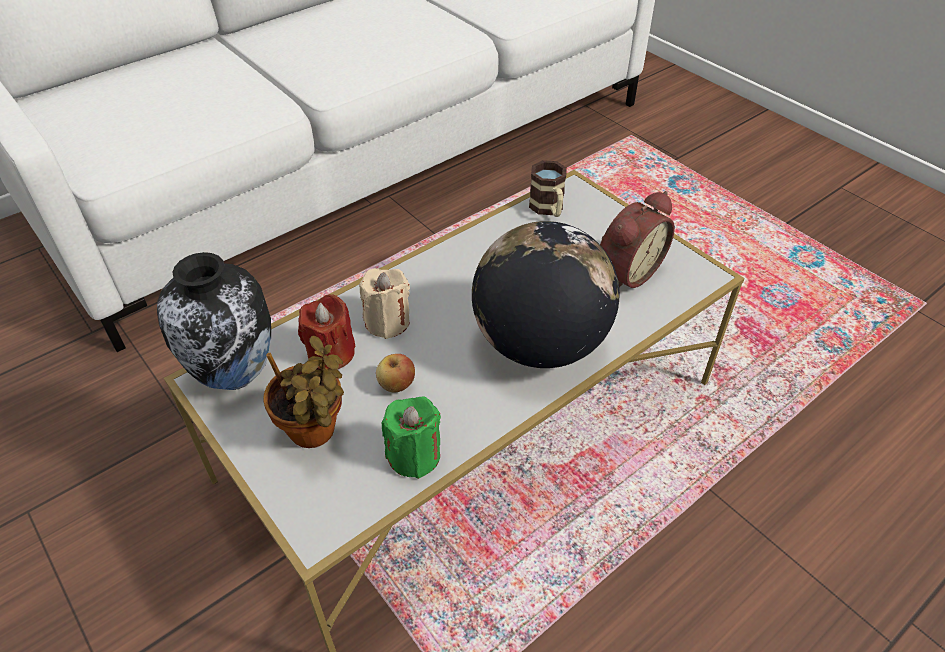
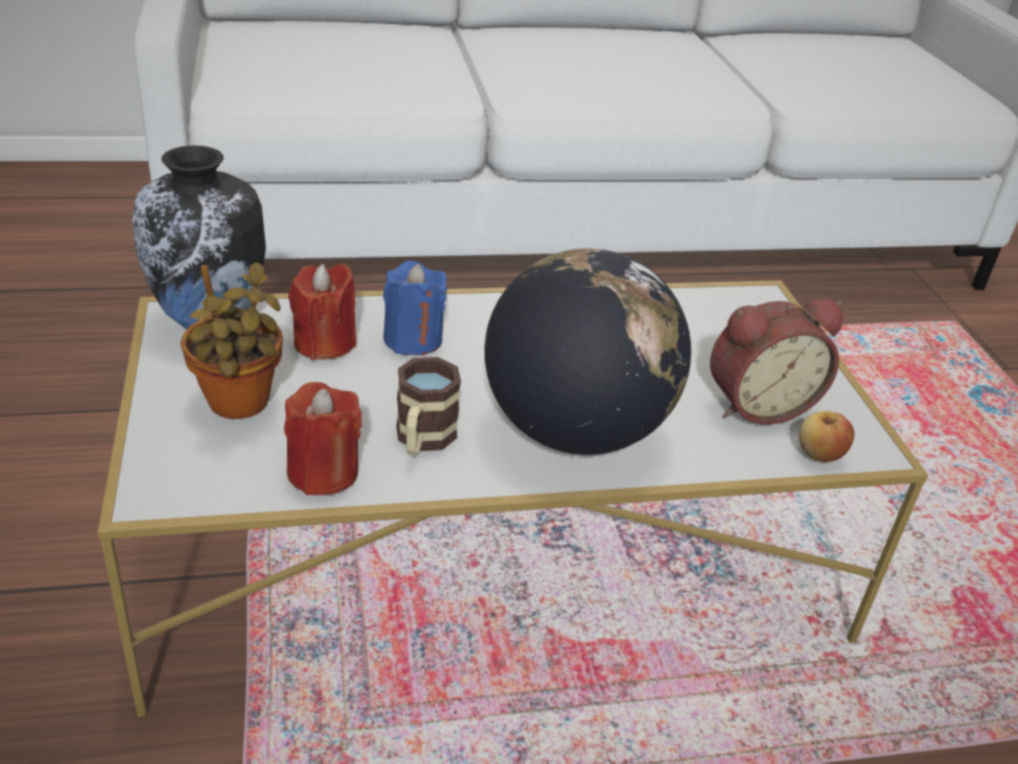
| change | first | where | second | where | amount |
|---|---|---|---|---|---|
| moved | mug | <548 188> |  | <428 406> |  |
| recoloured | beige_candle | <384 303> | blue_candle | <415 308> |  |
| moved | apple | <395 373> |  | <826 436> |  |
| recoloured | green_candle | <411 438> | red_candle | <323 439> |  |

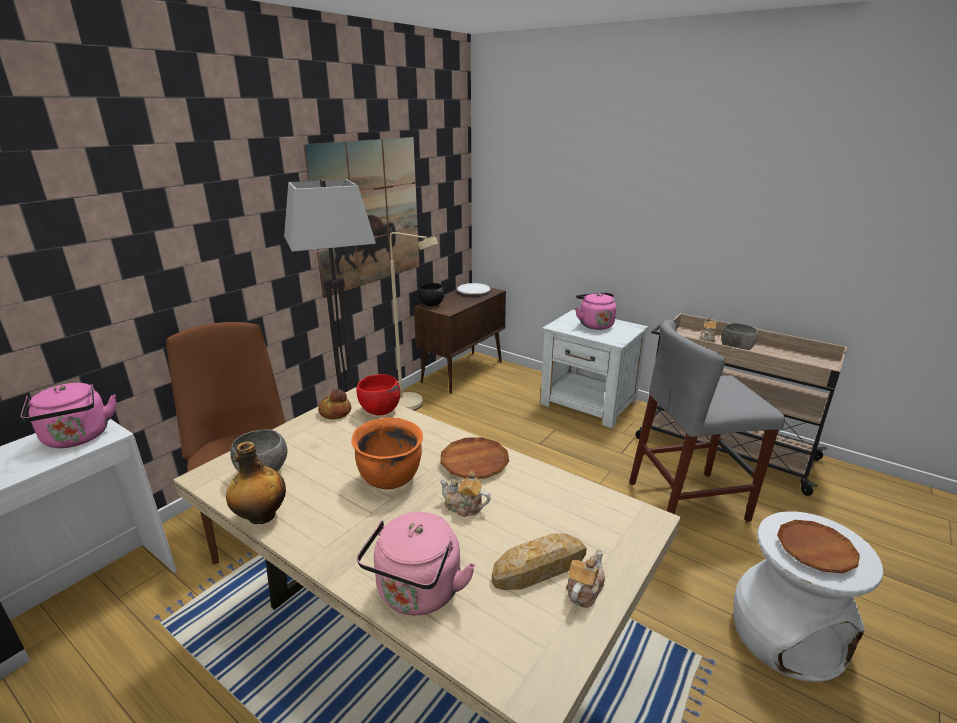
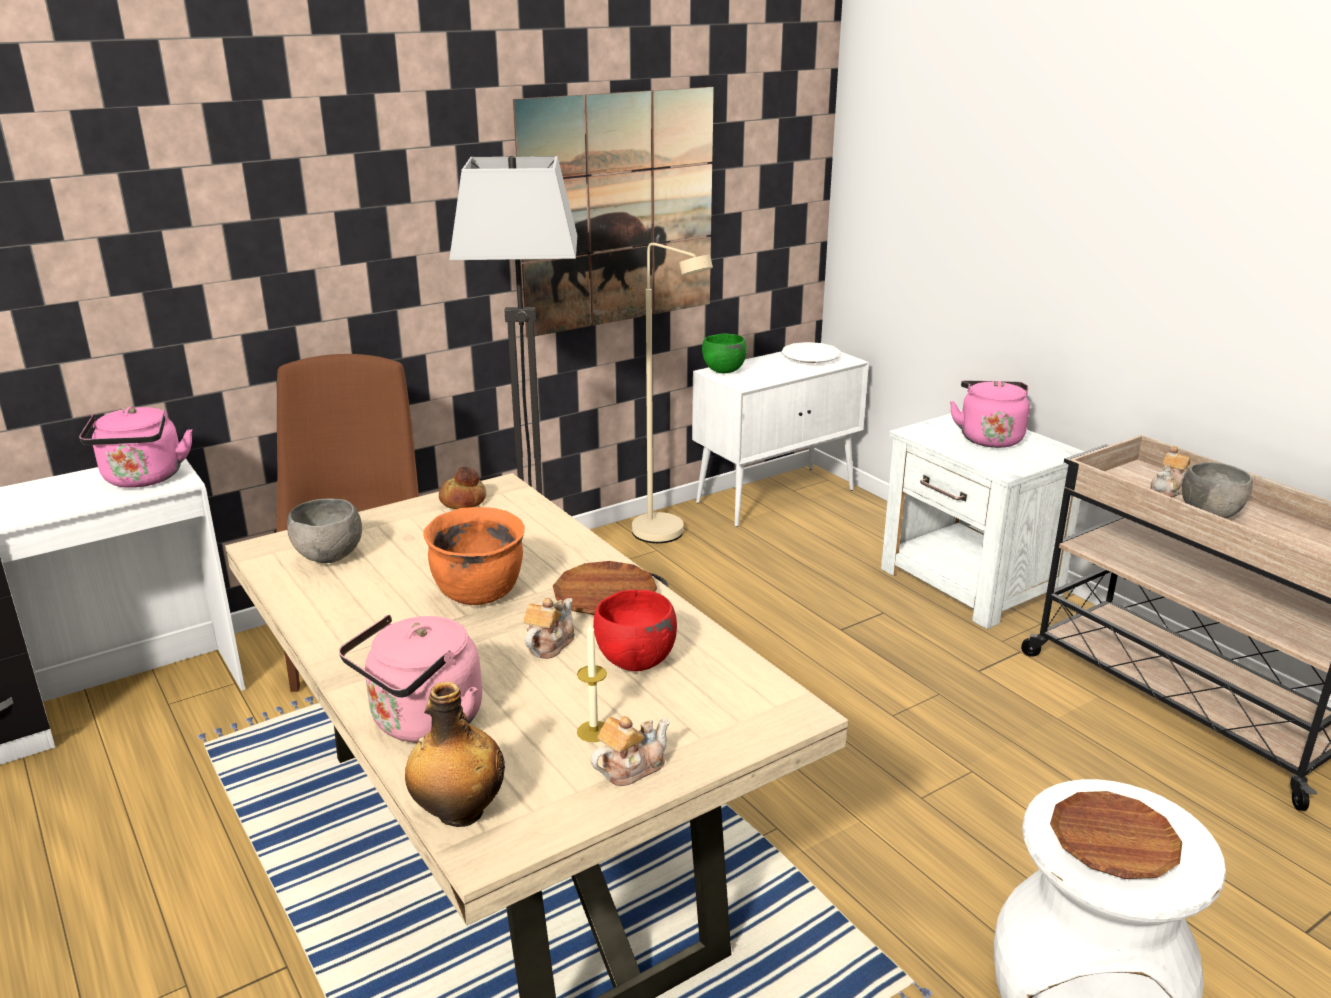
| change | first | where | second | where | amount |
|---|---|---|---|---|---|
| recoloured | black_bowl | <431 294> | green_bowl | <724 353> |  |
| recoloured | brown_cabinet | <460 341> | white_cabinet | <780 439> |  |
| removed | grey_stool | <707 421> |  |  |  |
| moved | red_bowl | <379 394> |  | <635 630> |  |
| moved | bottle | <256 482> |  | <455 754> |  |
| turned | teapot | <465 494> |  | <549 628> | 75 degrees clockwise |
| replaced | bread | <539 561> | candle | <592 683> |  |

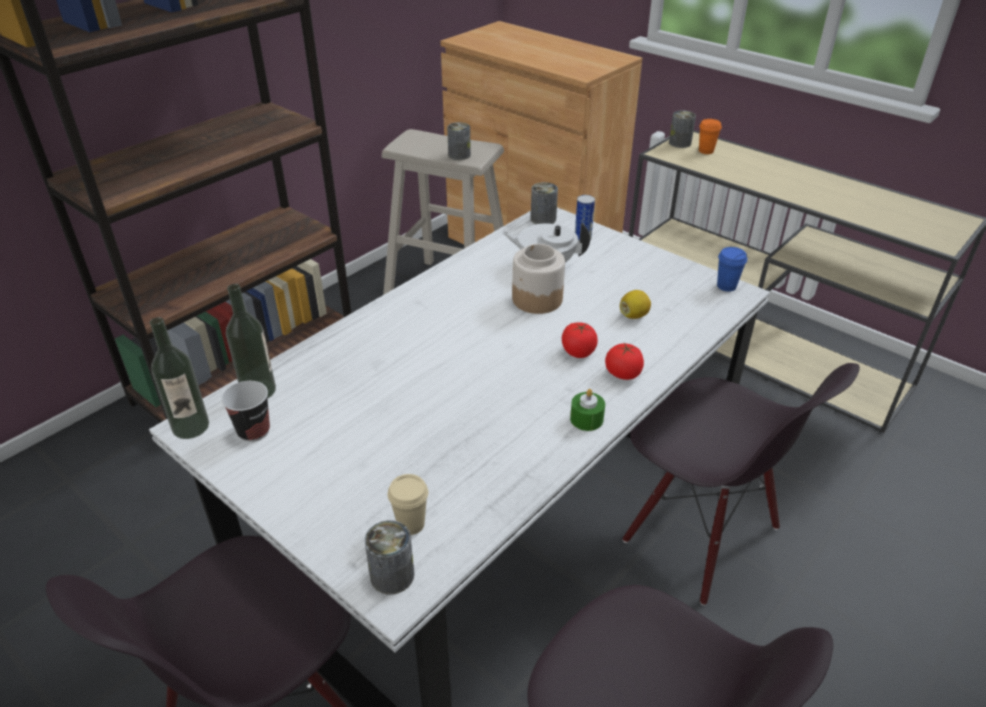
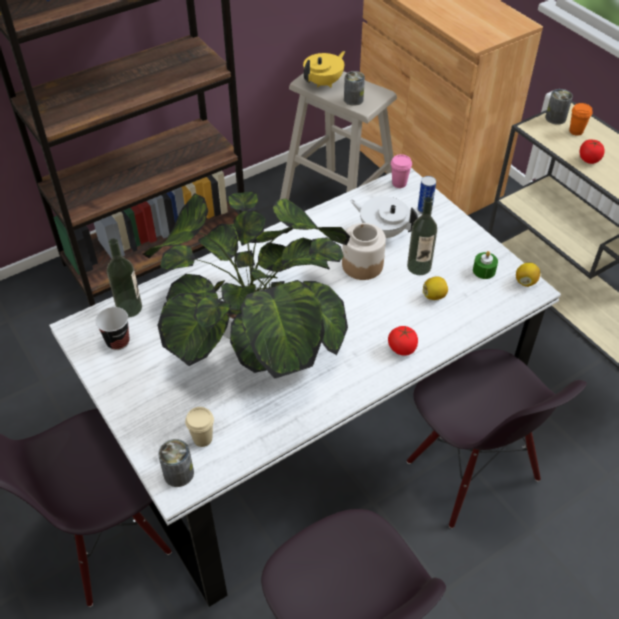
| change | first | where | second | where | amount |
|---|---|---|---|---|---|
| replaced | can | <544 203> | pink_cup | <401 171> |  |
| replaced | blue_cup | <732 269> | lemon | <528 275> |  |
| moved | bottle | <179 378> |  | <422 236> |  |
| moved | tomato | <580 340> |  | <592 151> |  |
| moved | green_candle | <587 410> |  | <485 265> |  |
| added |  |  | yellow_teapot | <324 69> |  |
| added |  |  | potted_plant | <246 285> |  |

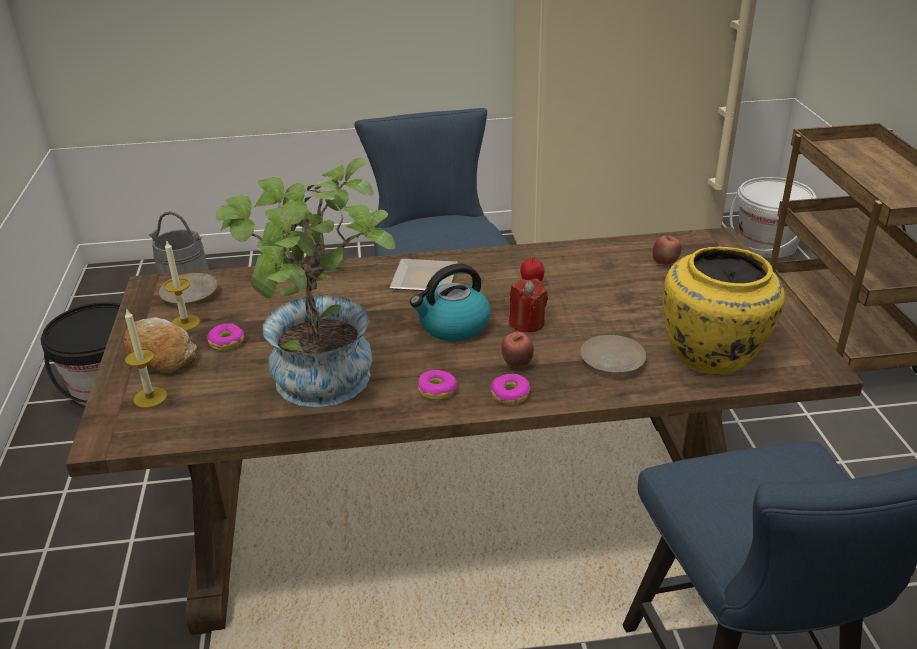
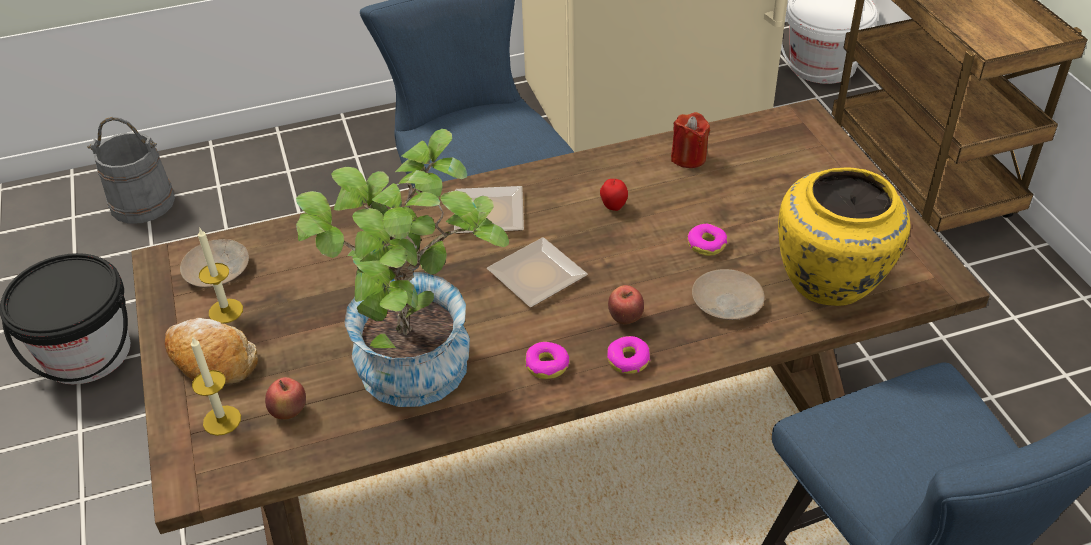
| change | first | where | second | where | amount |
|---|---|---|---|---|---|
| moved | apple | <667 249> |  | <285 398> |  |
| replaced | kettle | <450 302> | plate | <537 272> |  |
| moved | red_candle | <528 305> |  | <690 140> |  |
| moved | donut | <225 336> |  | <707 240> |  |

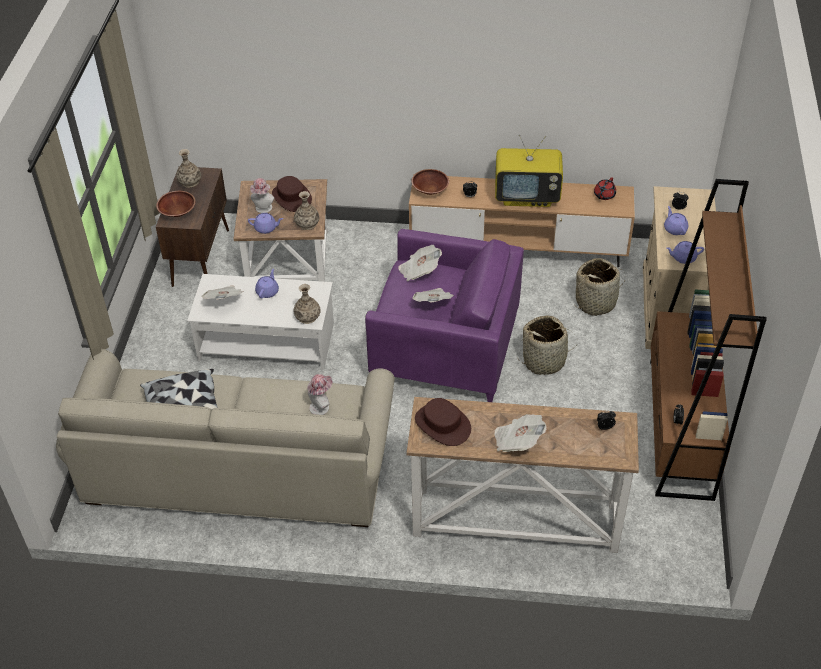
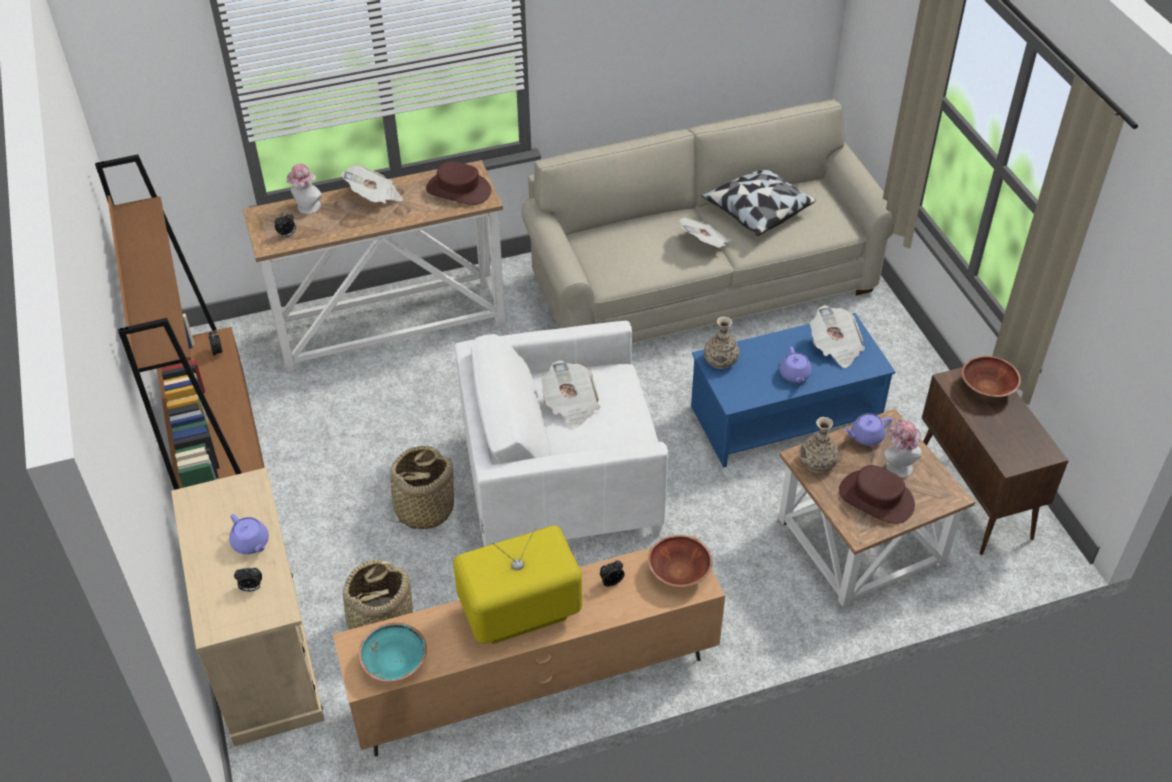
| change | first | where | second | where | amount |
|---|---|---|---|---|---|
| removed | vase | <188 168> |  |  |  |
| replaced | red_teapot | <605 188> | turquoise_bowl | <393 652> |  |
| recoloured | purple_armchair | <444 315> | white_armchair | <561 434> |  |
| removed | purple_teapot | <685 252> |  |  |  |
| moved | newspaper | <420 263> |  | <705 232> |  |
| recoloured | white_coffee_table | <260 322> | blue_coffee_table | <793 390> |  |
| moved | hat | <319 394> |  | <304 189> |  |

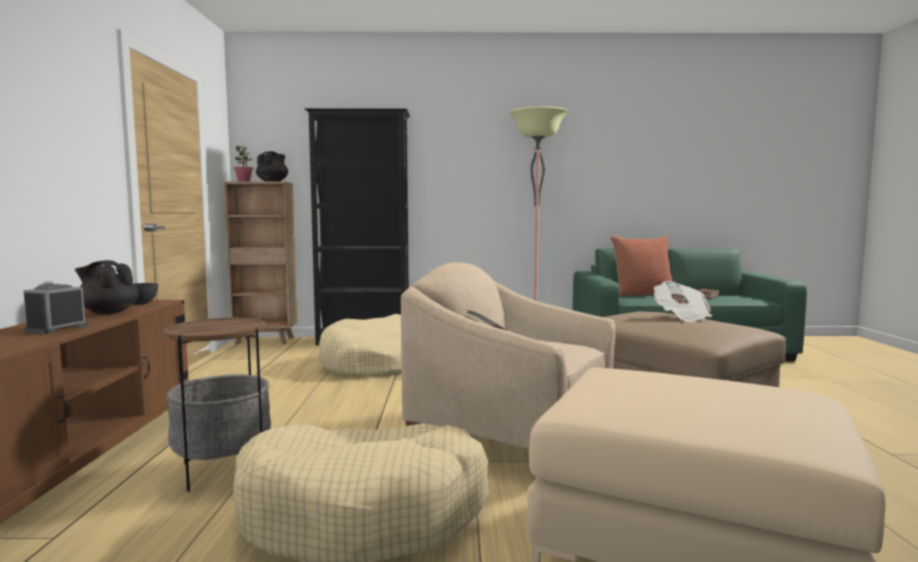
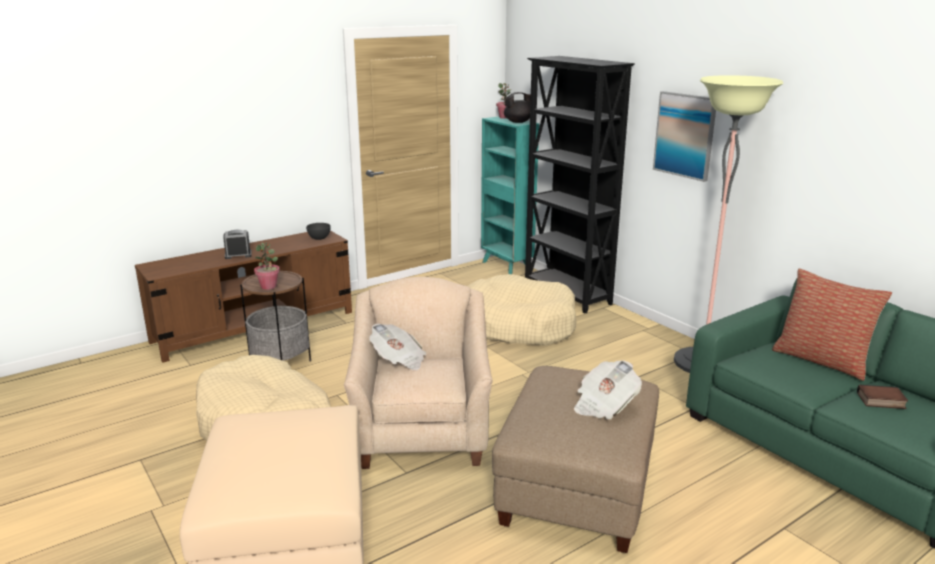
| change | first | where | second | where | amount |
|---|---|---|---|---|---|
| recoloured | brown_bookcase | <261 263> | turquoise_bookcase | <510 195> |  |
| removed | black_teapot | <107 287> |  |  |  |
| added |  |  | picture | <684 136> |  |
| added |  |  | potted_plant | <267 266> |  |

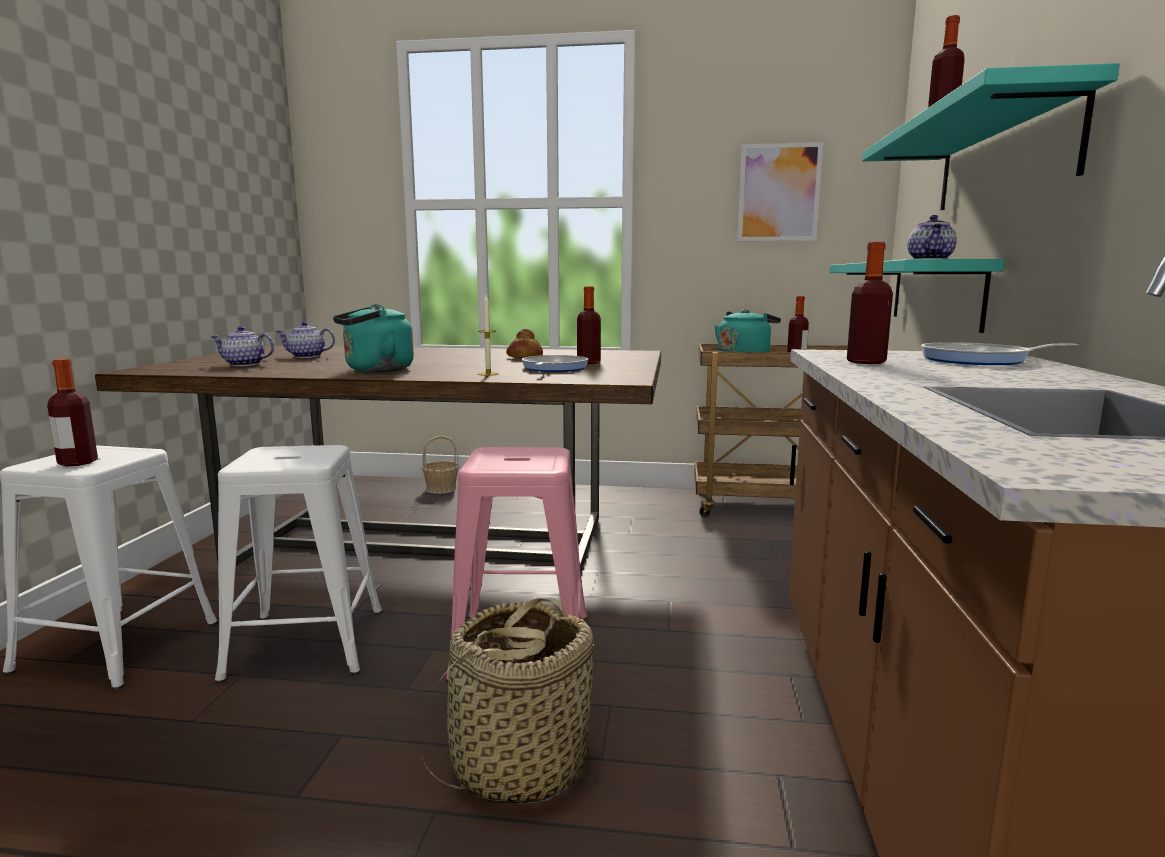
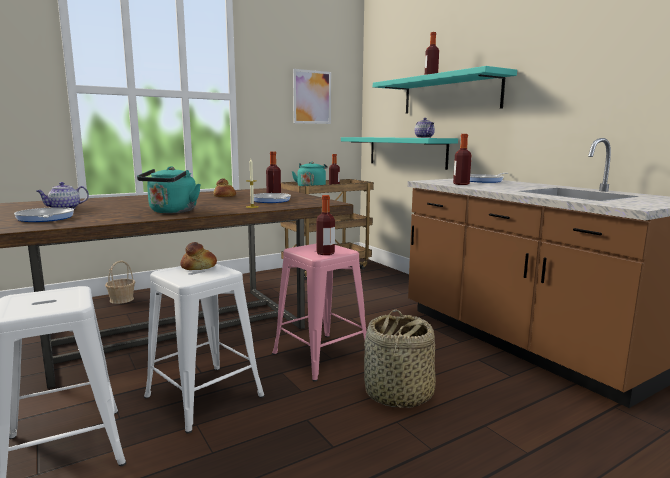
| change | first | where | second | where | amount |
|---|---|---|---|---|---|
| replaced | teapot | <242 346> | frying_pan | <44 214> |  |
| moved | bottle | <72 413> |  | <326 225> |  |
| added |  |  | bread | <198 256> |  |

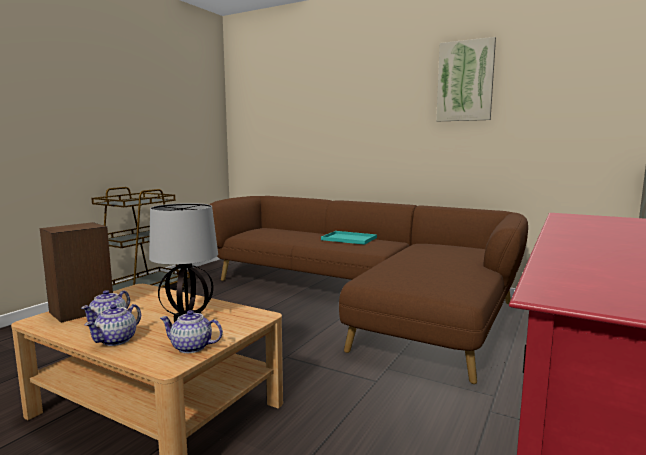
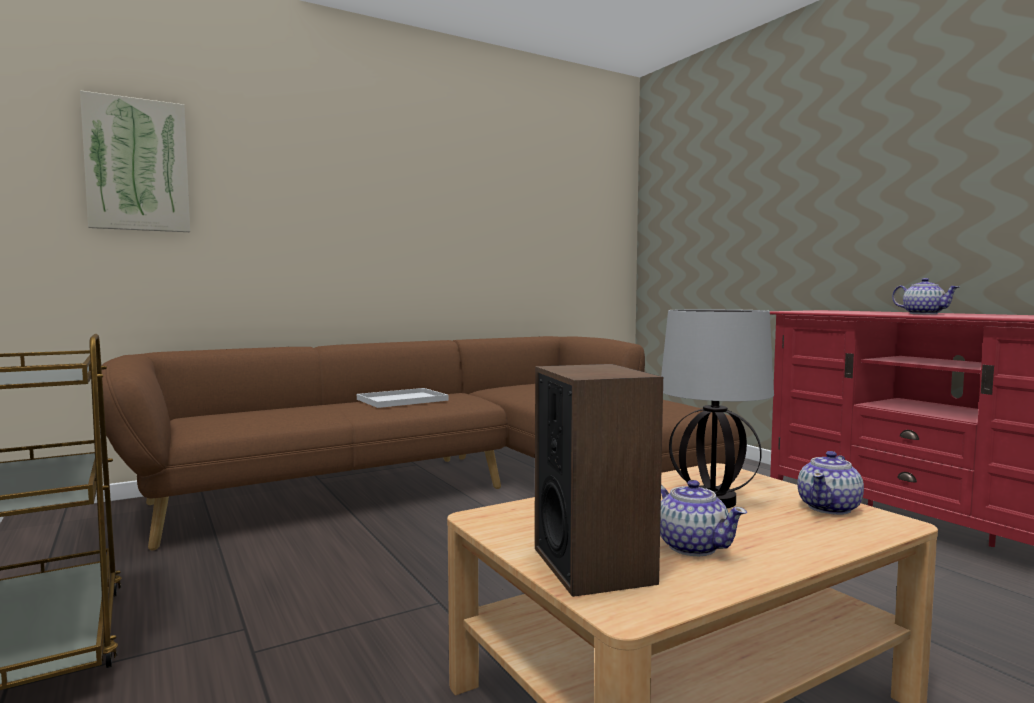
| change | first | where | second | where | amount |
|---|---|---|---|---|---|
| moved | picture | <466 79> |  | <135 161> |  |
| recoloured | turquoise_tray | <349 238> | white_tray | <403 398> |  |
| moved | teapot | <113 325> |  | <925 296> |  |

